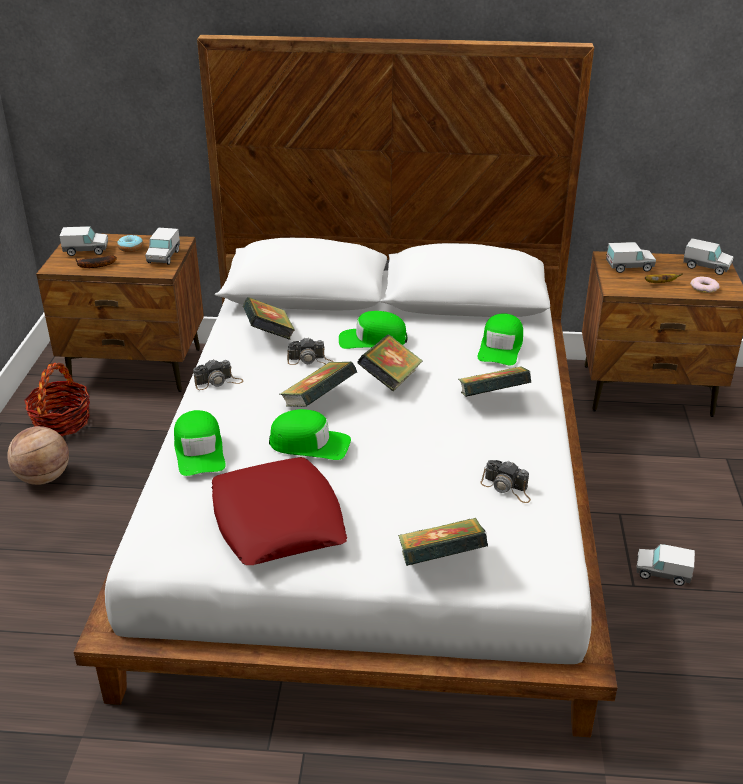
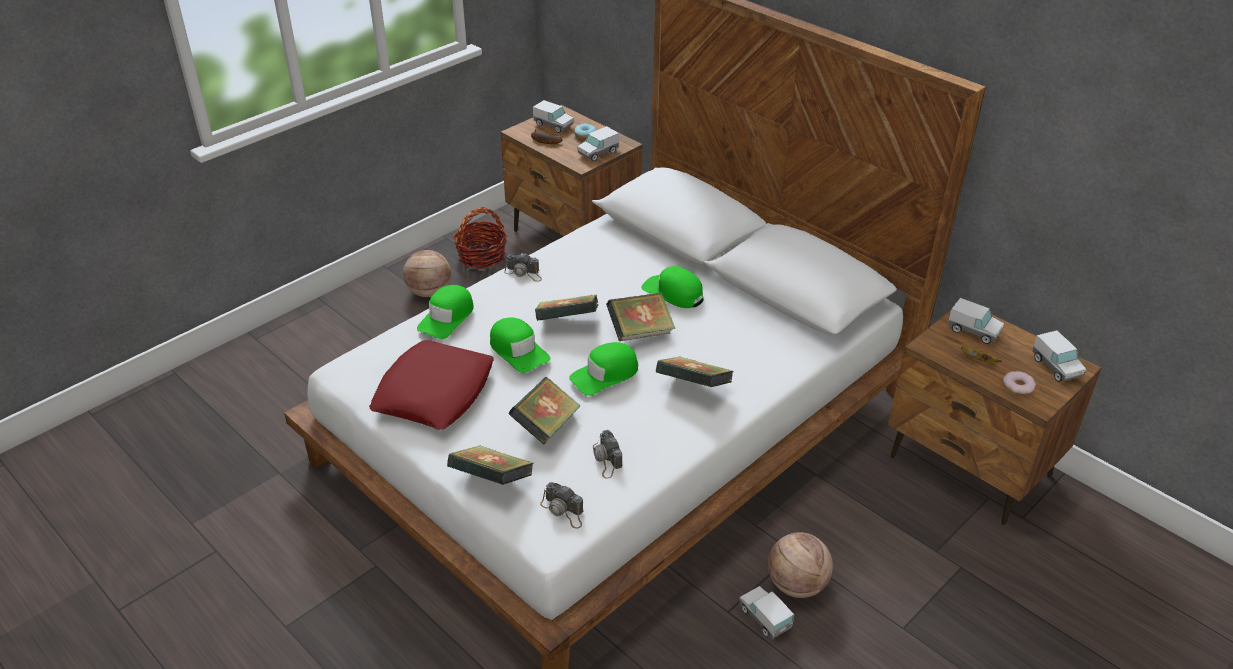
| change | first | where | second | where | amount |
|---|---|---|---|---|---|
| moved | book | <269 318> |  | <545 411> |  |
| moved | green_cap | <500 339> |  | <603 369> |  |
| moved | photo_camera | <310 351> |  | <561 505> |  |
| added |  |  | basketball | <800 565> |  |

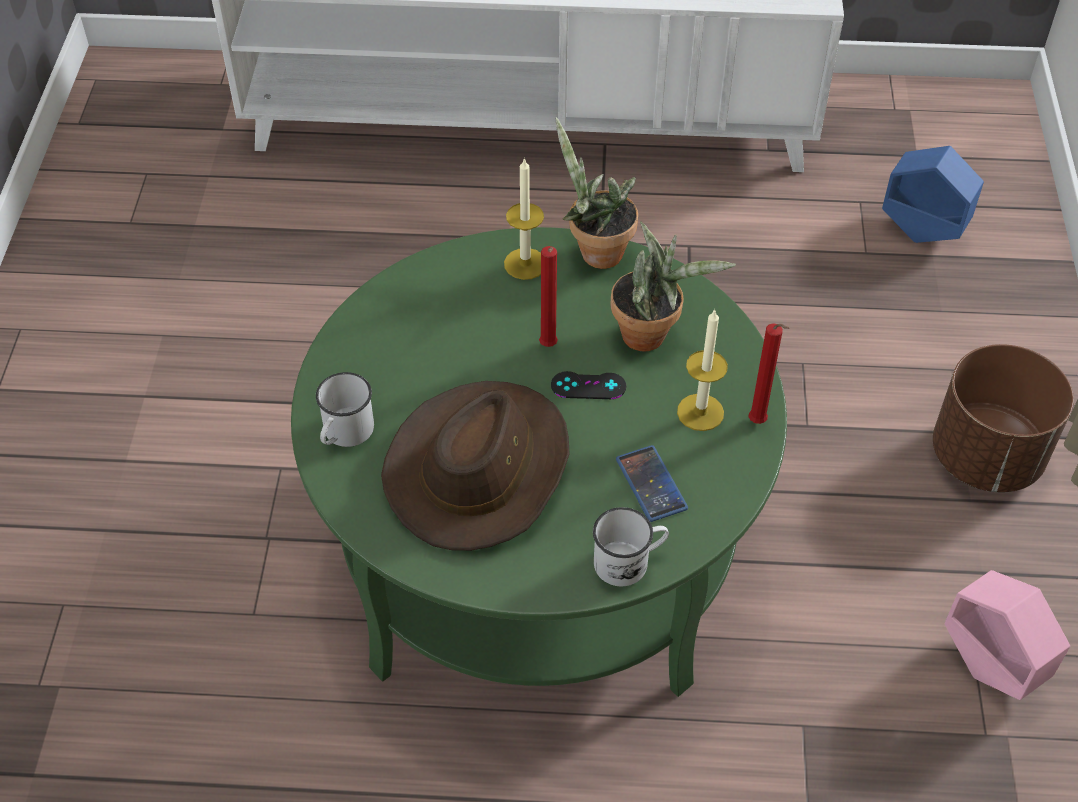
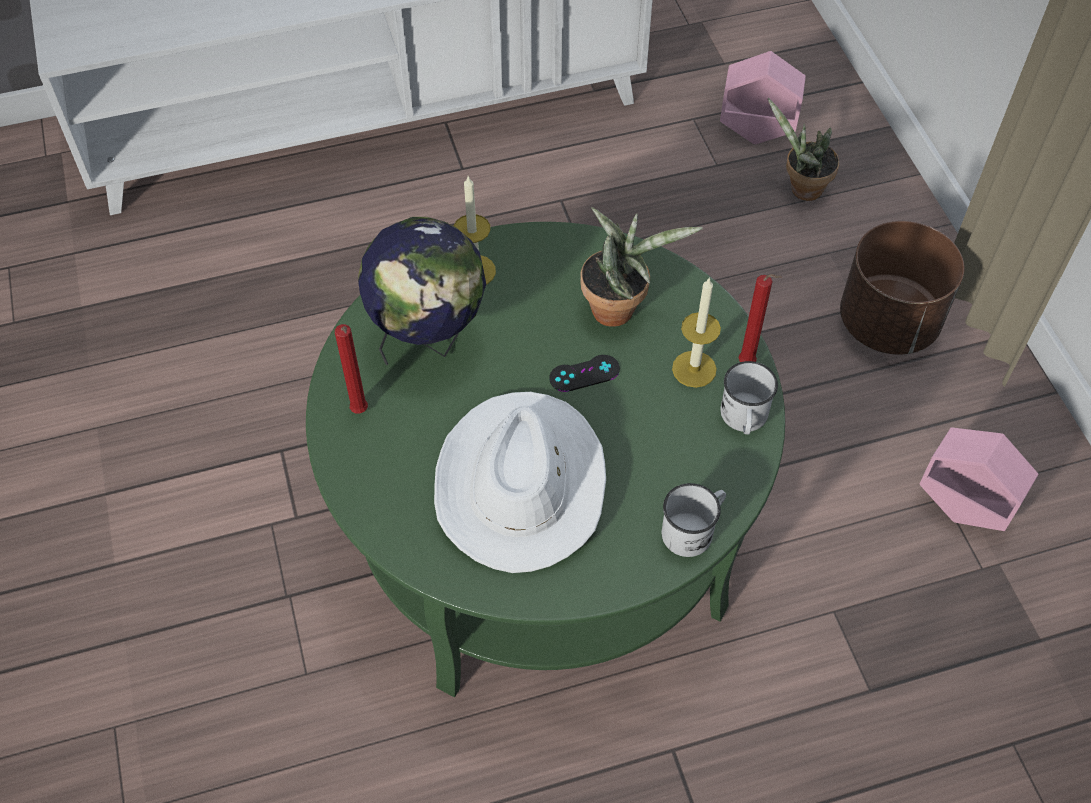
| change | first | where | second | where | amount |
|---|---|---|---|---|---|
| moved | potted_plant | <597 193> |  | <803 149> |  |
| recoloured | blue_planter | <933 194> | pink_planter | <763 97> |  |
| moved | red_candle | <548 296> |  | <351 369> |  |
| moved | white_mug | <345 409> |  | <749 397> |  |
| recoloured | brown_hat | <475 466> | white_hat | <520 482> |  |
| removed | phone | <652 483> |  |  |  |
| added |  |  | globe | <422 291> |  |

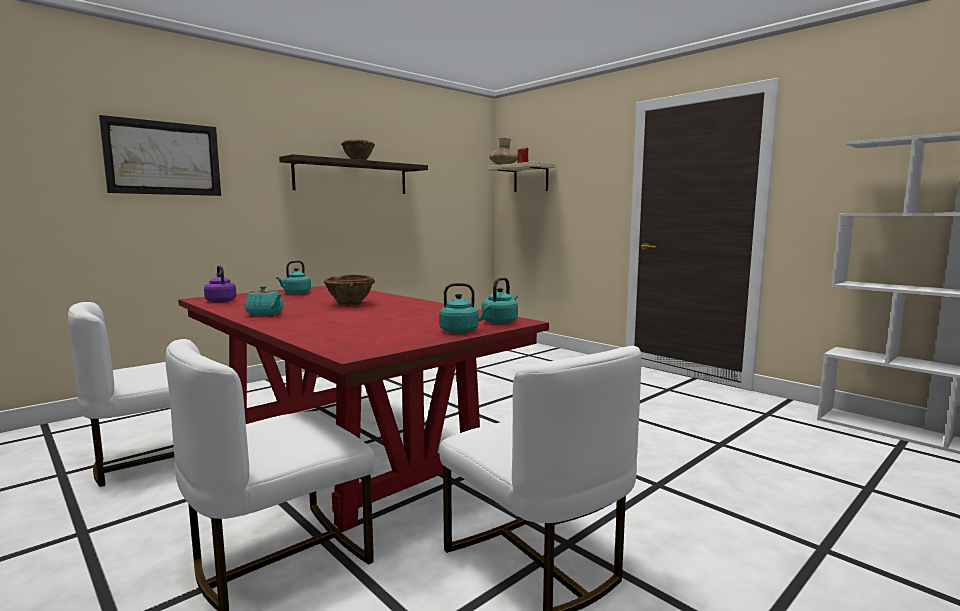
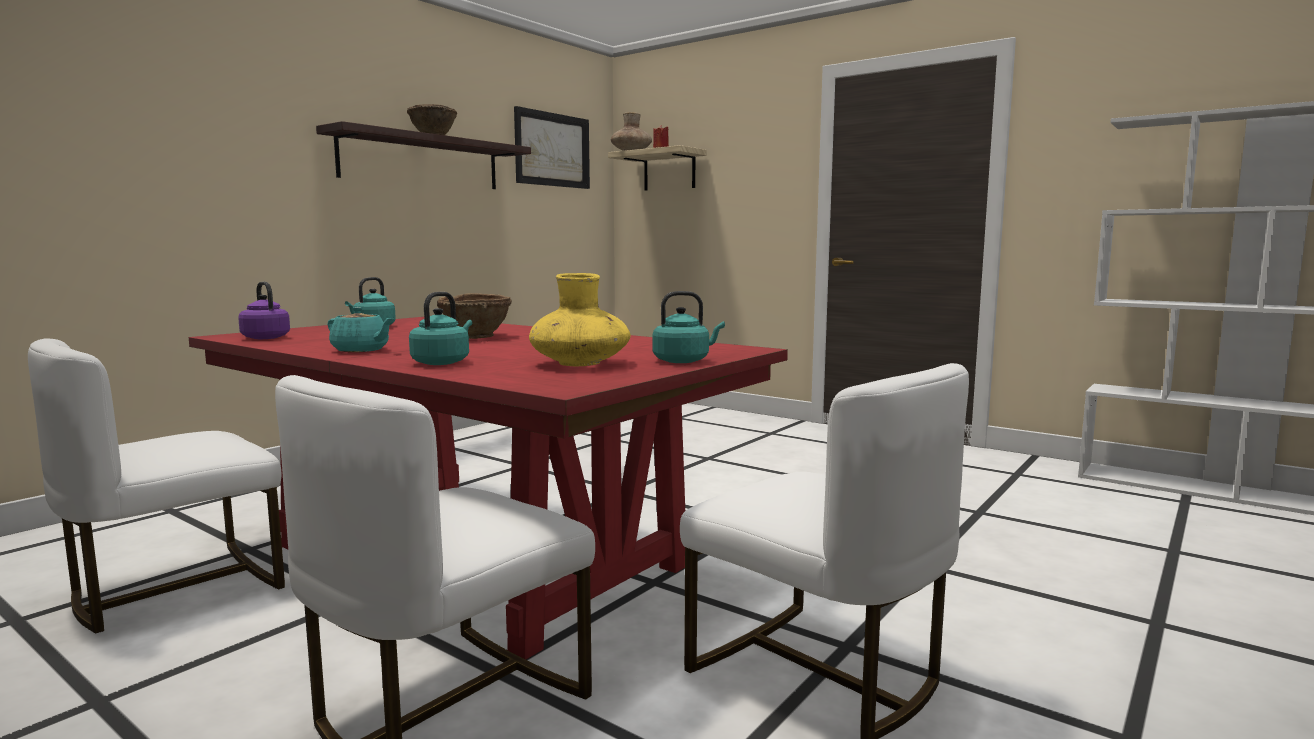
| change | first | where | second | where | amount |
|---|---|---|---|---|---|
| moved | picture | <160 155> |  | <552 147> |  |
| moved | turquoise_kettle | <500 300> |  | <440 328> |  |
| added |  |  | yellow_vase | <580 319> |  |

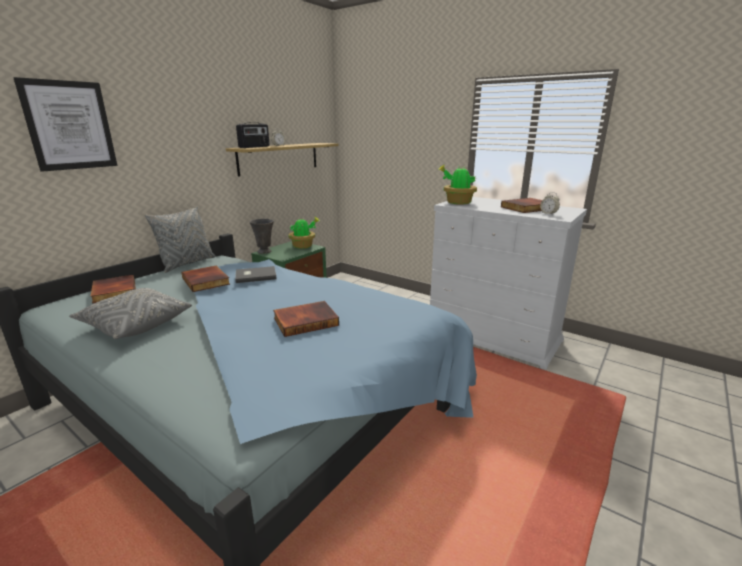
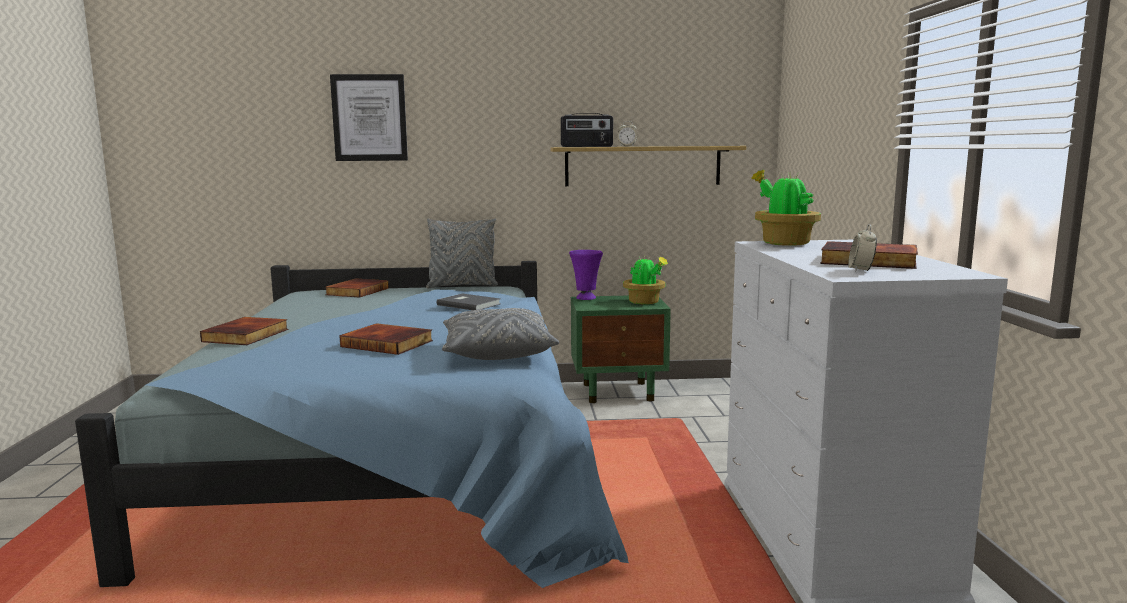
| change | first | where | second | where | amount |
|---|---|---|---|---|---|
| recoloured | grey_vase | <262 236> | purple_vase | <586 275> |  |
| moved | book | <205 278> |  | <244 331> |  |
| moved | grey_pillow | <130 313> |  | <500 334> |  |

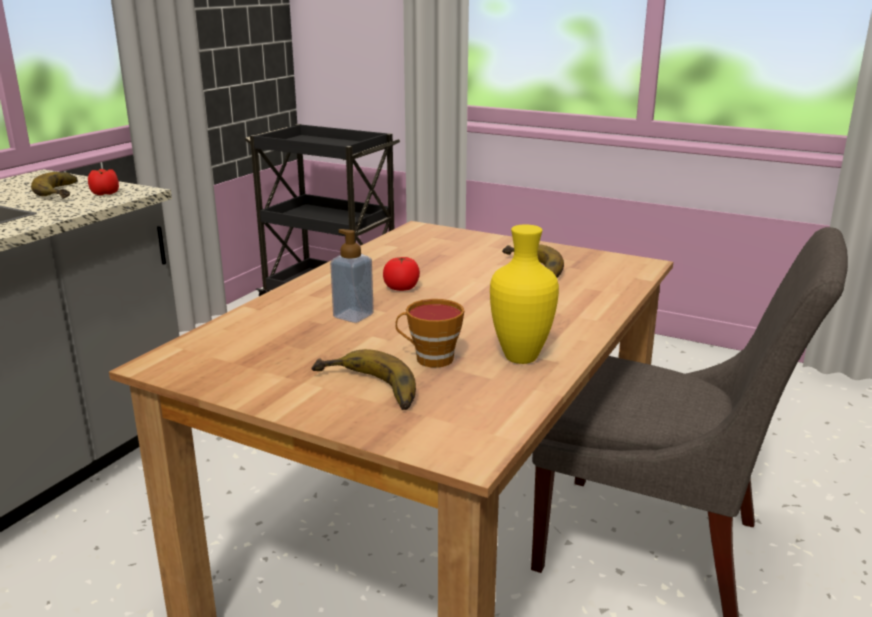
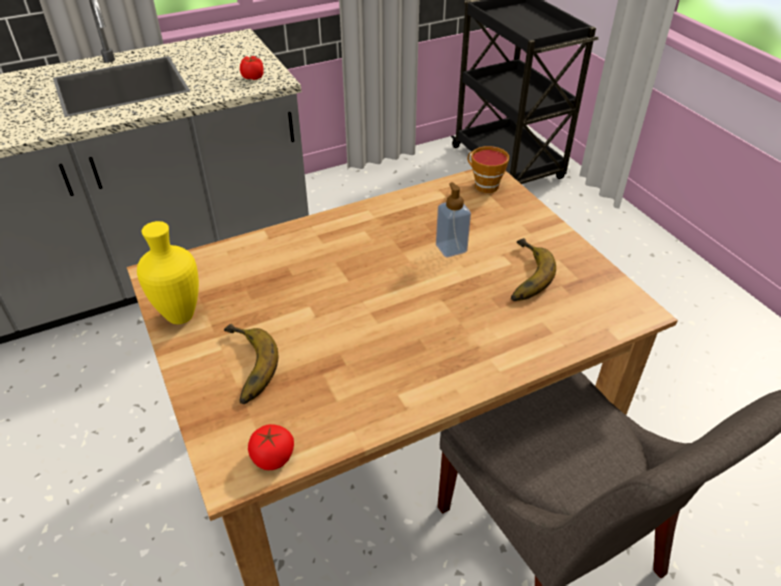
| change | first | where | second | where | amount |
|---|---|---|---|---|---|
| removed | banana | <54 185> |  |  |  |
| moved | yellow_vase | <524 294> |  | <168 272> |  |
| moved | soap_dispenser | <352 276> |  | <453 219> |  |
| moved | tomato | <401 274> |  | <271 447> |  |
| moved | cup | <429 333> |  | <488 169> |  |

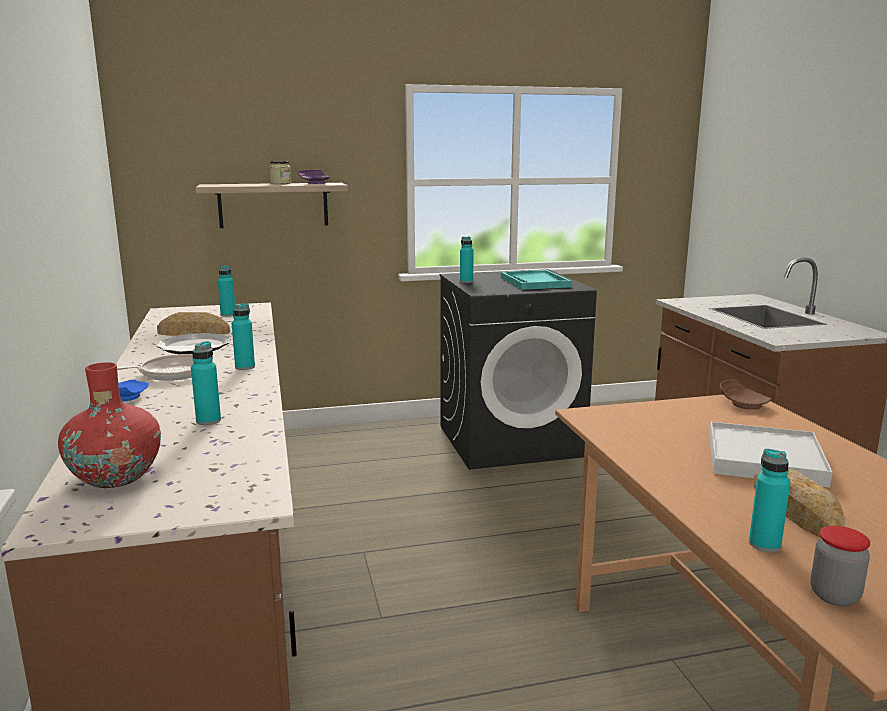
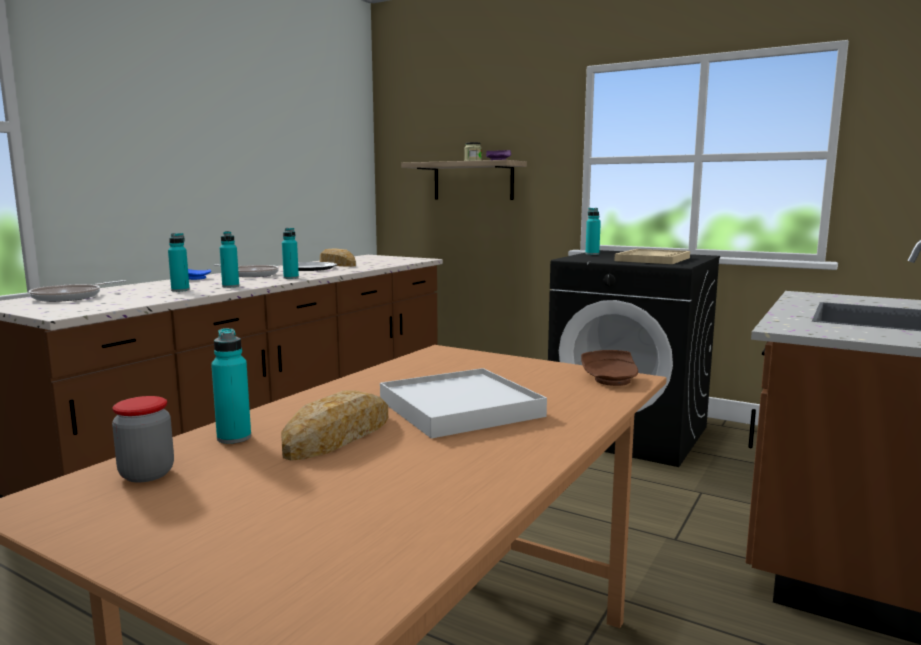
| change | first | where | second | where | amount |
|---|---|---|---|---|---|
| moved | turquoise_bottle | <226 291> |  | <229 259> |  |
| recoloured | turquoise_tray | <536 280> | beige_tray | <652 256> |  |
| replaced | red_vase | <109 425> | frying_pan | <77 291> |  |

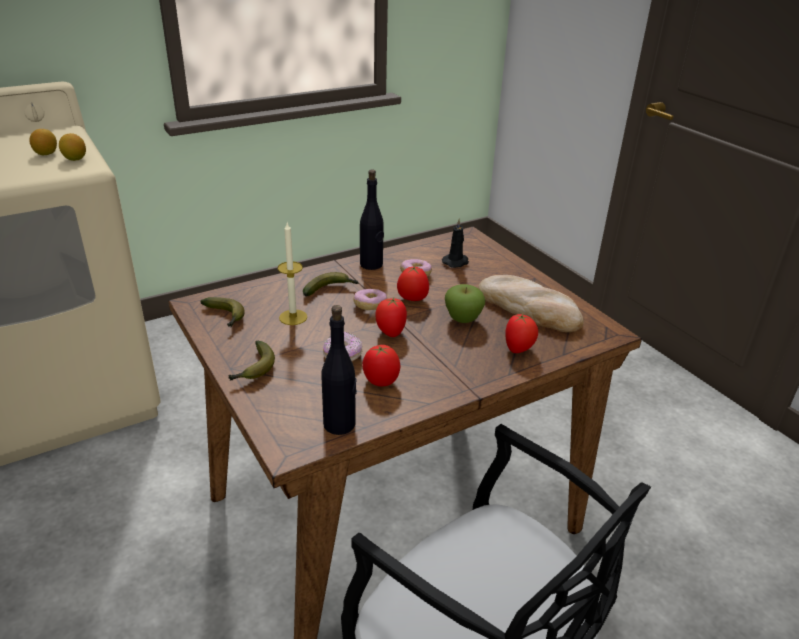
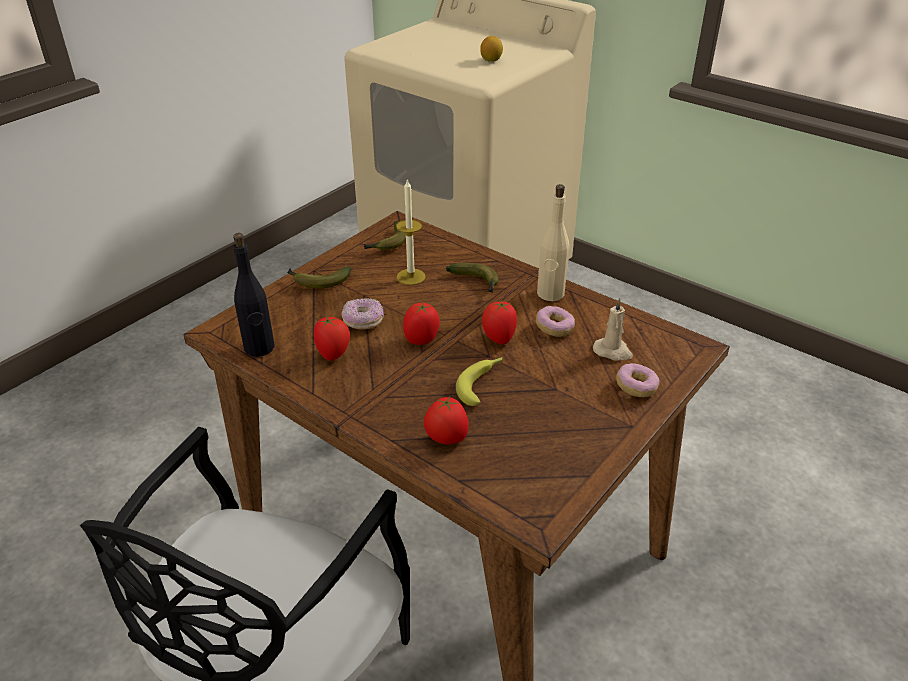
| change | first | where | second | where | amount |
|---|---|---|---|---|---|
| removed | lemon | <72 147> |  |  |  |
| recoloured | black_bottle | <372 219> | beige_bottle | <553 242> |  |
| recoloured | black_candle | <455 243> | beige_candle | <613 329> |  |
| removed | bread | <531 303> |  |  |  |
| replaced | apple | <465 303> | banana | <479 381> |  |
| moved | donut | <370 299> |  | <638 380> |  |

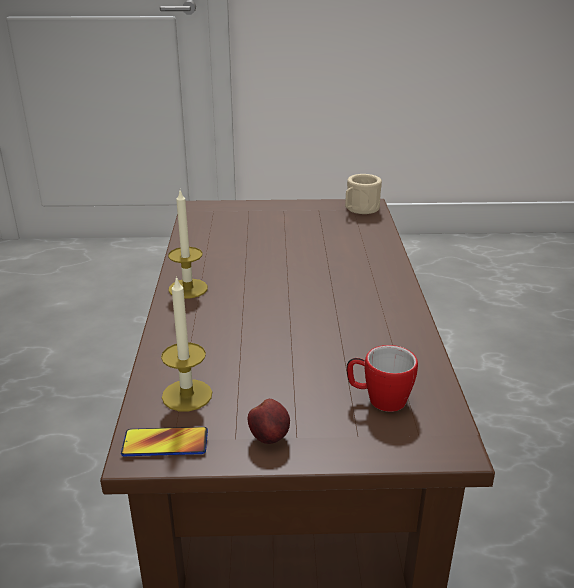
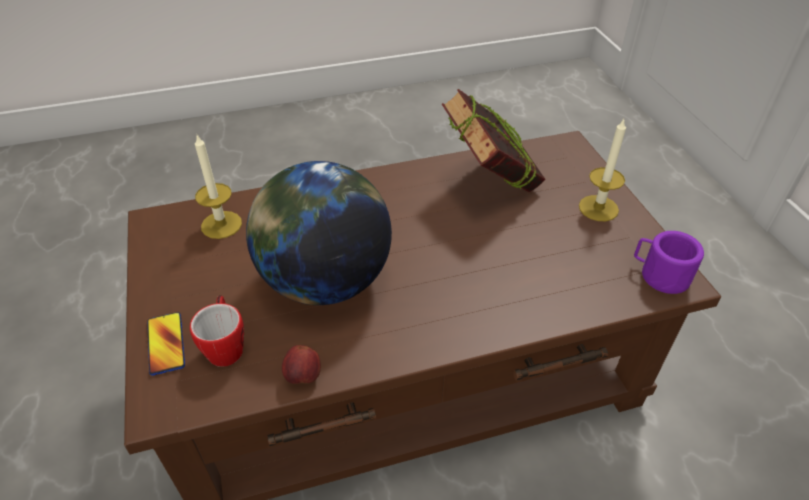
| change | first | where | second | where | amount |
|---|---|---|---|---|---|
| recoloured | beige_mug | <363 194> | purple_mug | <669 262> |  |
| moved | candle | <188 245> |  | <602 170> |  |
| moved | apple | <269 421> |  | <301 364> |  |
| moved | phone | <164 441> |  | <166 344> |  |
| added |  |  | book | <494 140> |  |
| added |  |  | globe | <319 233> |  |

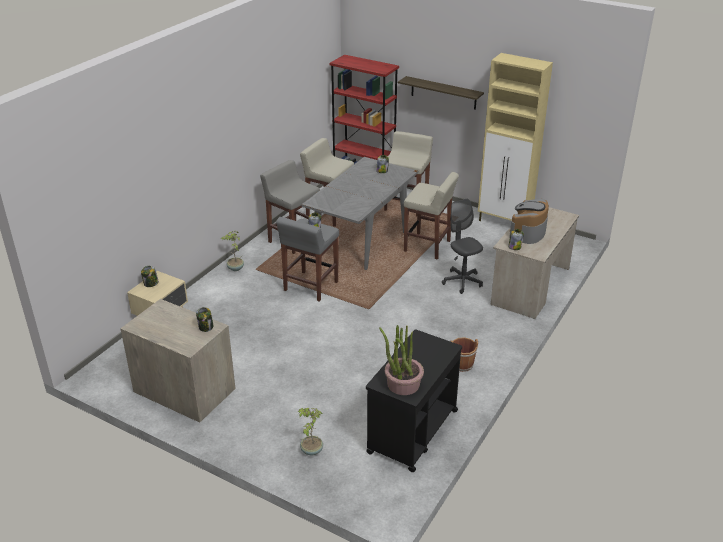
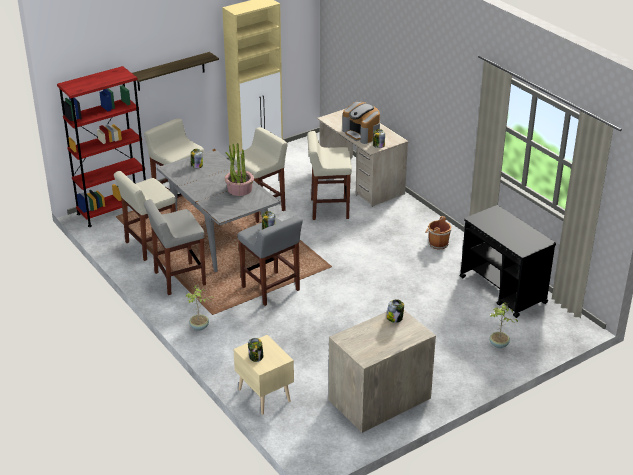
| change | first | where | second | where | amount |
|---|---|---|---|---|---|
| replaced | grey_office_chair | <462 246> | beige_stool | <329 175> |  |
| moved | potted_plant | <401 360> |  | <239 169> |  |

